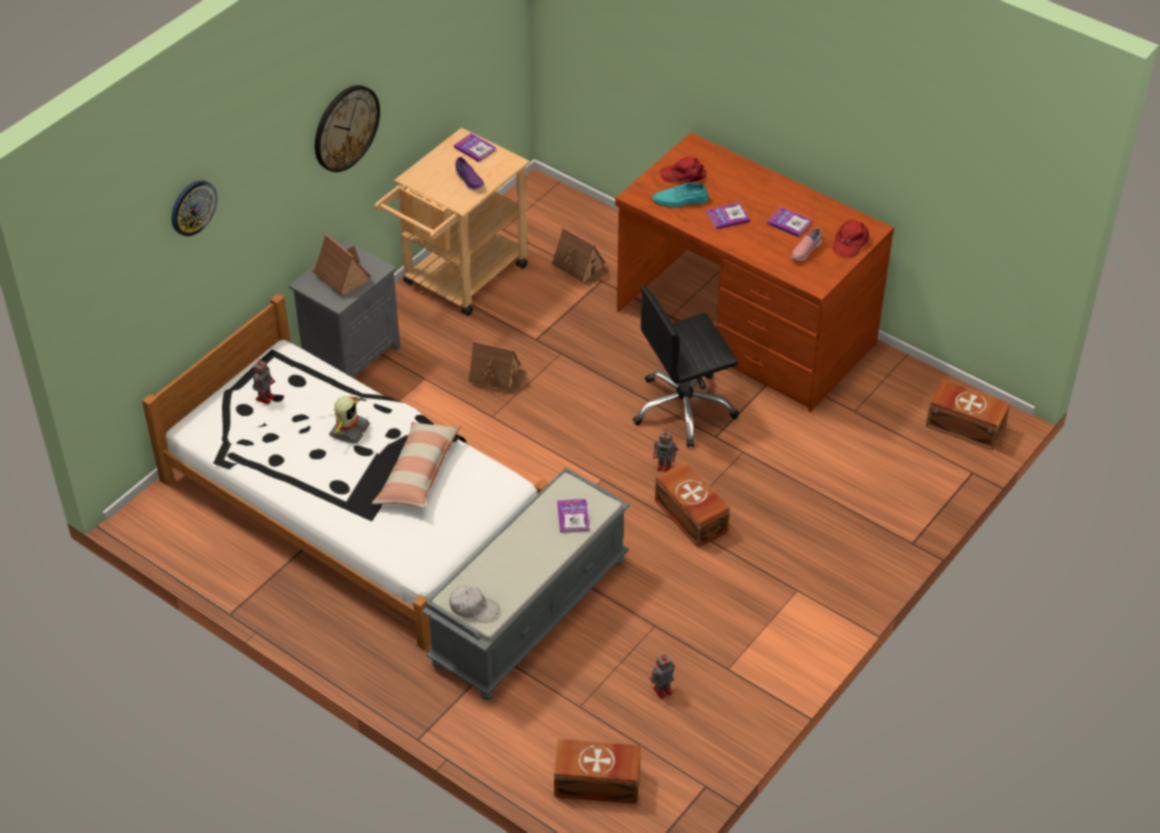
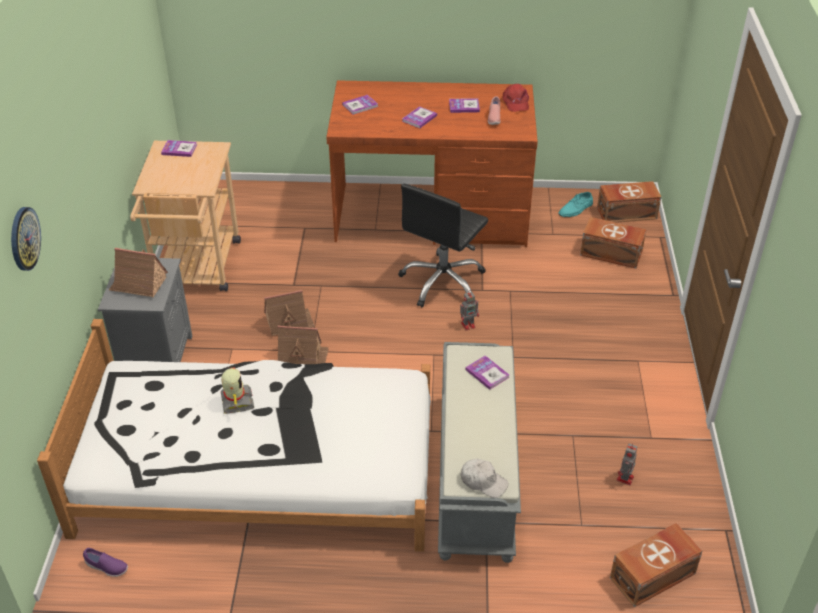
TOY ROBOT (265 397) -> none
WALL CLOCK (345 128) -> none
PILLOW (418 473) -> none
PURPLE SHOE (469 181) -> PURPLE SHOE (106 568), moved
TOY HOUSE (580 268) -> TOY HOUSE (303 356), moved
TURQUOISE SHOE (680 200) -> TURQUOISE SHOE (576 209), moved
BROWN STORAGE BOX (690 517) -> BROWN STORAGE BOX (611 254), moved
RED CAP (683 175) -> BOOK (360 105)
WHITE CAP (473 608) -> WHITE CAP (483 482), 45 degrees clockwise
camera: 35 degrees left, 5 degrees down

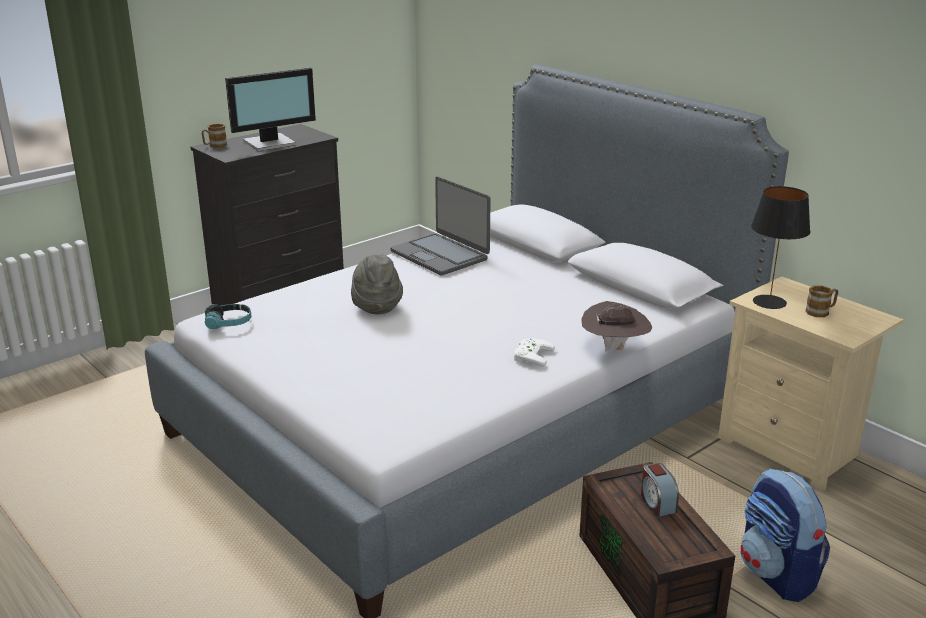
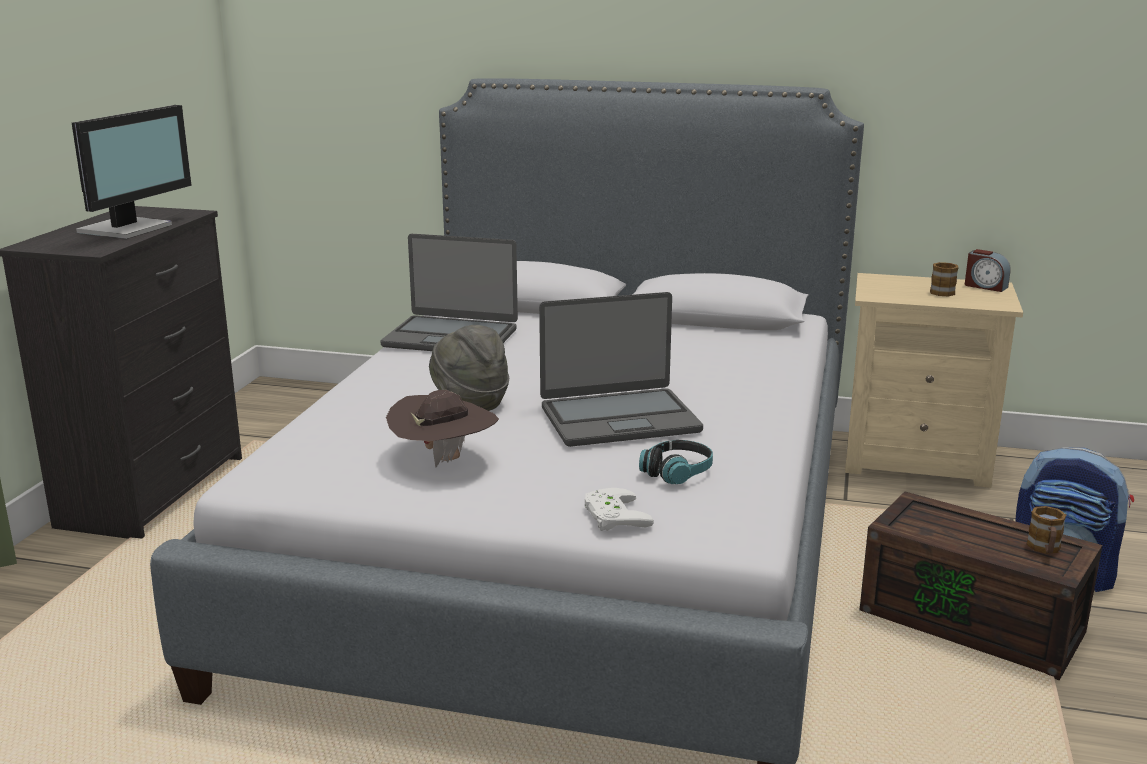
BLACK TABLE LAMP (770 302) -> none
none -> LAPTOP (619 419)
MUG (214 145) -> MUG (1044 549), moved
HEADPHONES (229 323) -> HEADPHONES (677 472), moved
WHITE GAME CONTROLLER (530 355) -> WHITE GAME CONTROLLER (611 516), moved
BROWN HAT (614 348) -> BROWN HAT (444 460), moved
ALARM CLOCK (657 503) -> ALARM CLOCK (985 286), moved
camera: 35 degrees left, 5 degrees down

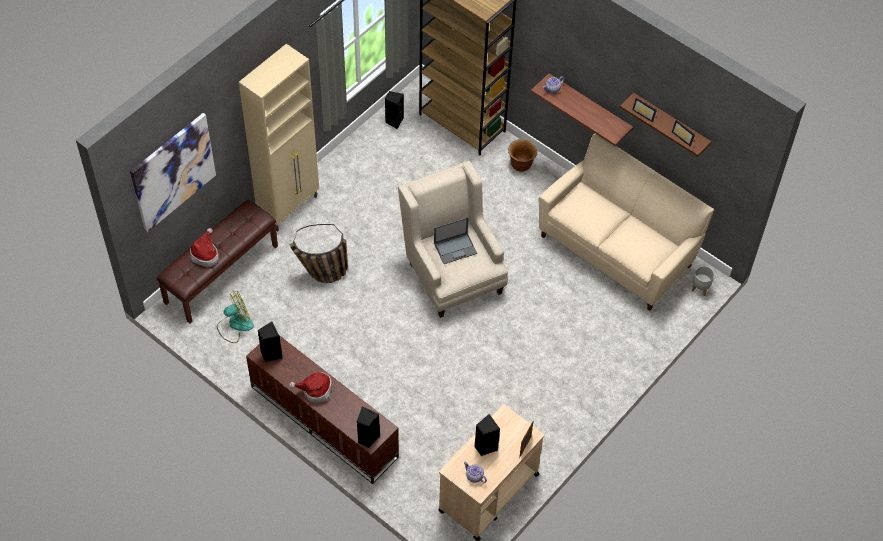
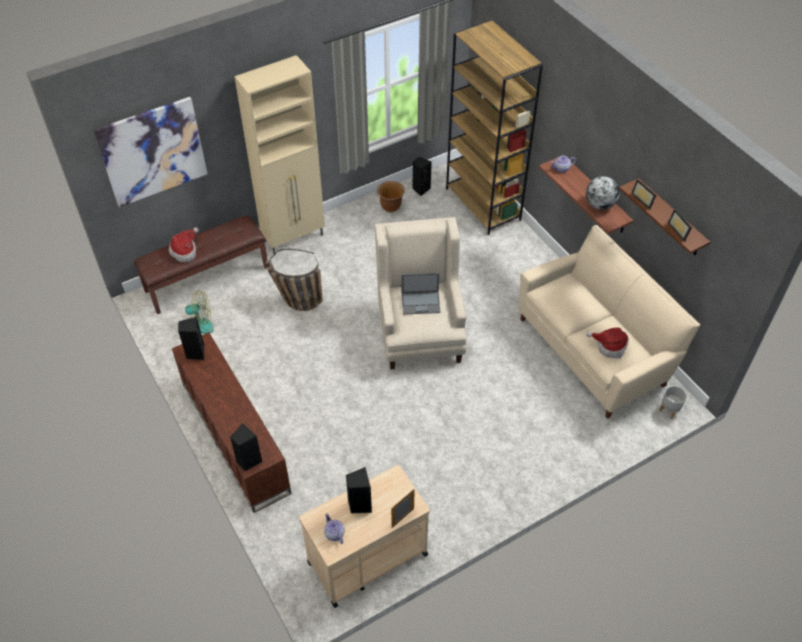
none -> GLOBE (599 205)
HAT (315 390) -> HAT (609 346), moved
BROWN PLANTER (521 165) -> BROWN PLANTER (390 206), moved
camera: 20 degrees right, 5 degrees down

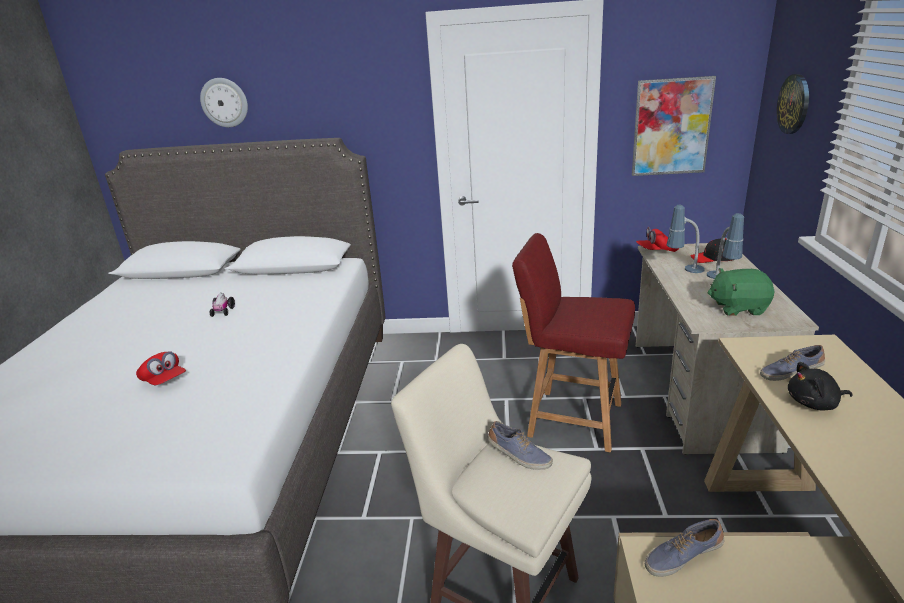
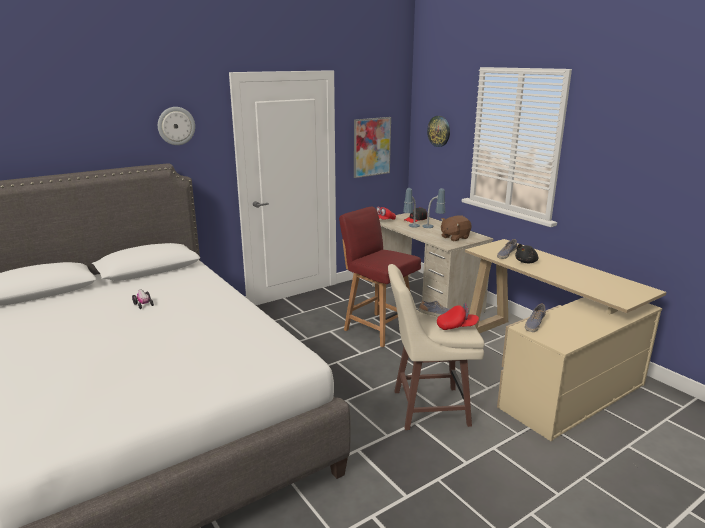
RED CAP (164 381) -> RED CAP (457 327), moved
WALL CLOCK (224 102) -> WALL CLOCK (176 126), moved
GREEN PLUSH TOY (738 307) -> BROWN PLUSH TOY (454 237)
RED CHAIR (572 419) -> RED CHAIR (378 329), 60 degrees clockwise
camera: 40 degrees left, 5 degrees down

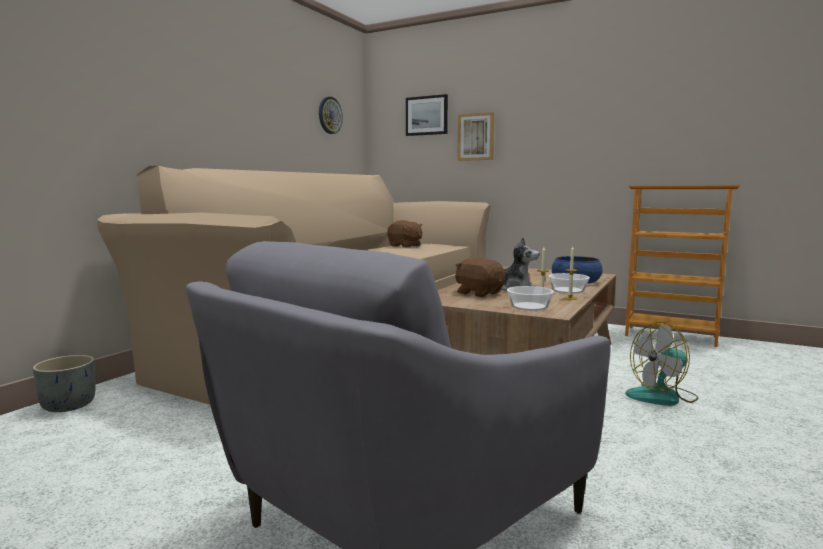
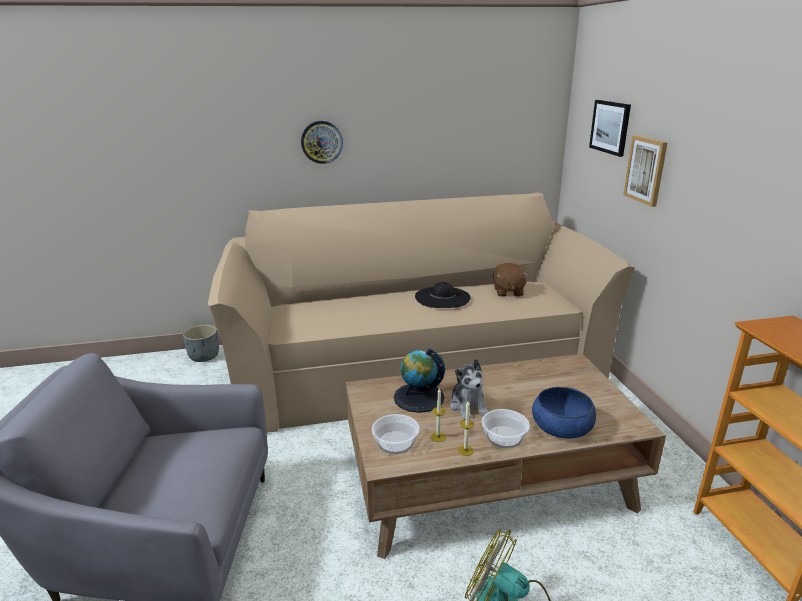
none -> BLACK HAT (442 297)
WALL CLOCK (329 115) -> WALL CLOCK (321 142), moved
BROWN PLUSH TOY (479 293) -> GLOBE (419 397)
camera: 50 degrees right, 15 degrees up

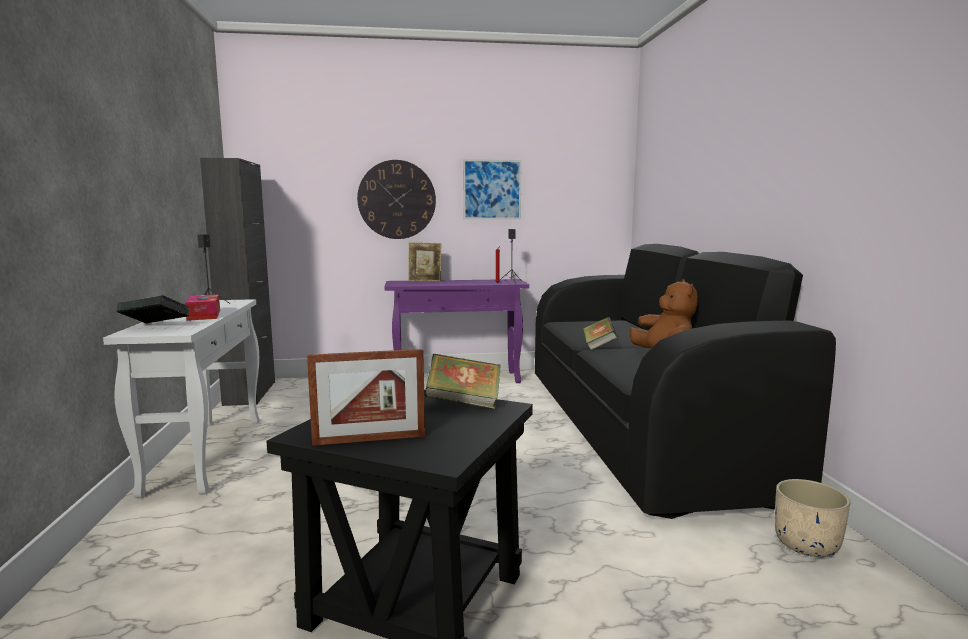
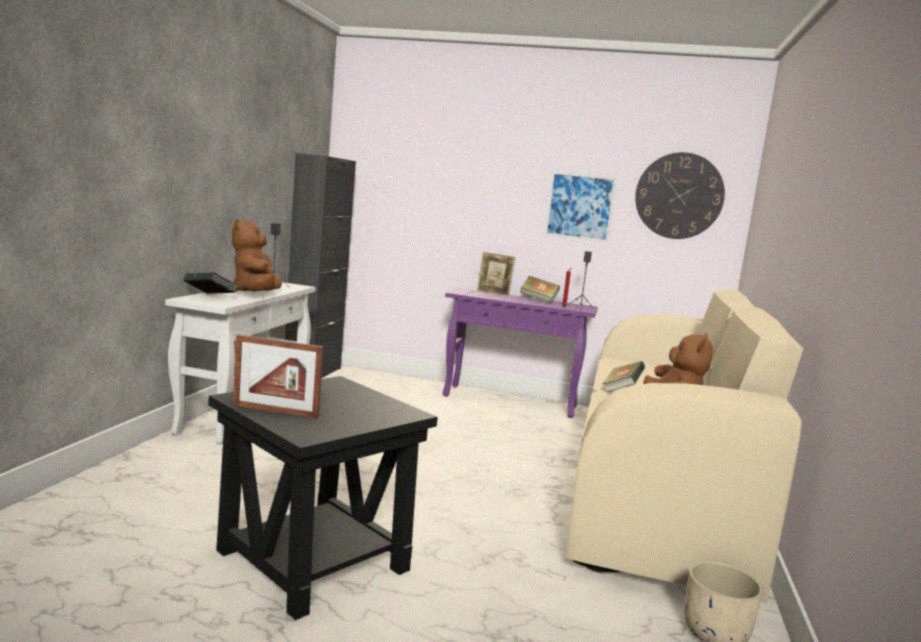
WALL CLOCK (396 199) -> WALL CLOCK (679 196), moved
BOOK (464 403) -> BOOK (538 300), moved
TISSUE BOX (204 315) -> BROWN PLUSH TOY (256 294)
BLACK SOFA (637 427) -> BEIGE SOFA (655 487)
camera: 20 degrees right, 0 degrees up

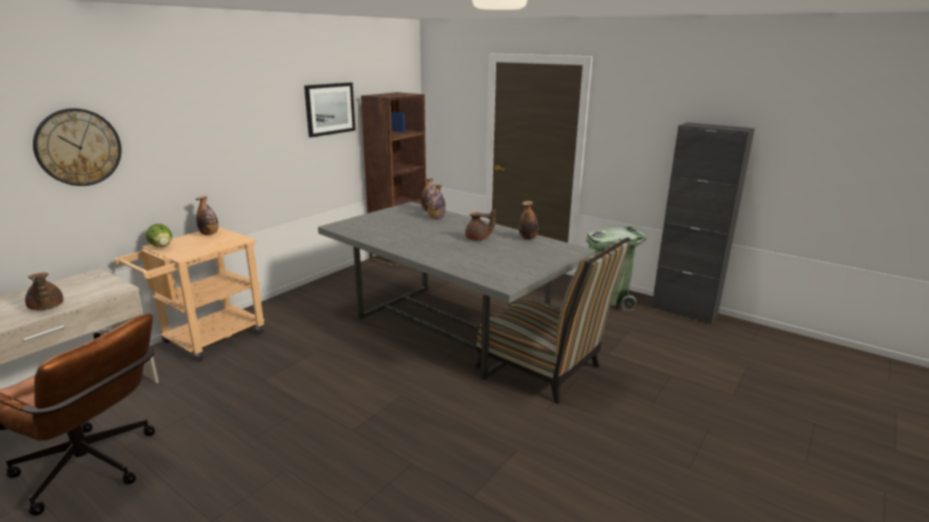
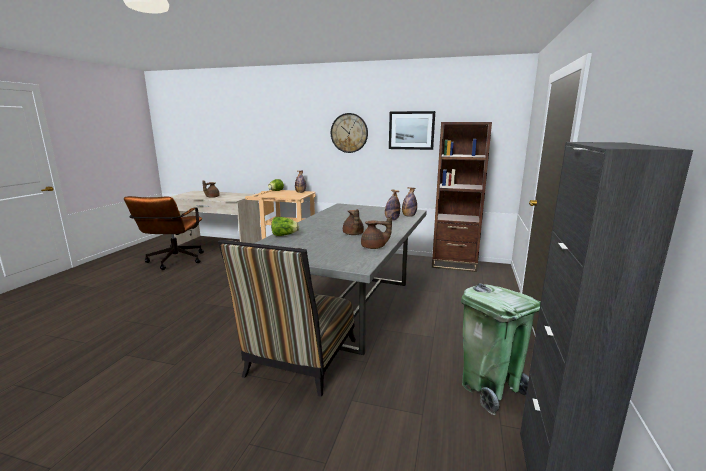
none -> LETTUCE (284 235)
WALL CLOCK (78 147) -> WALL CLOCK (349 133), moved
BOTTLE (528 238) -> BROWN TEAPOT (374 247)
camera: 70 degrees right, 5 degrees down

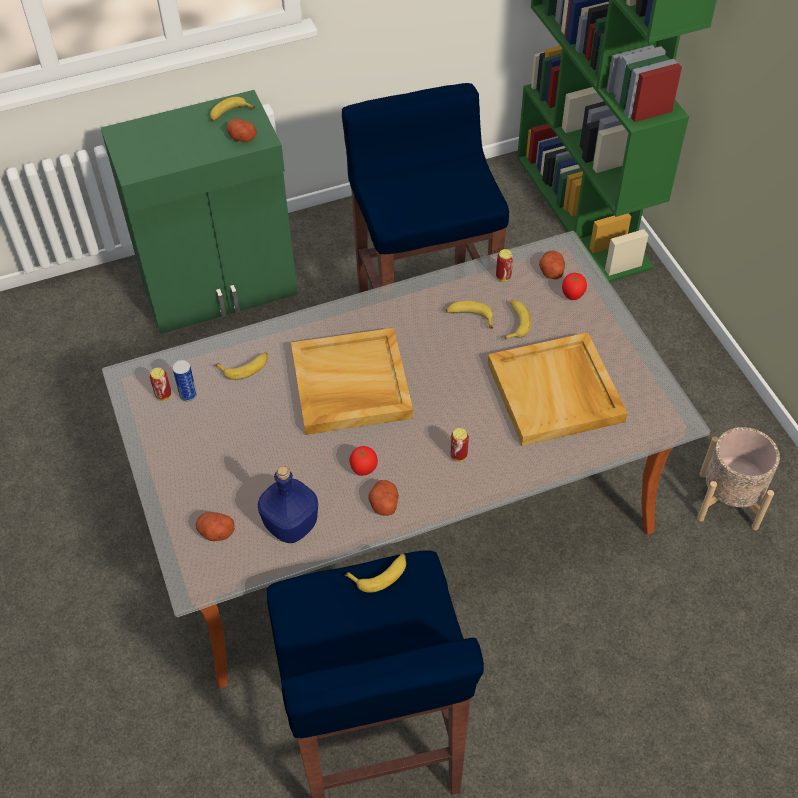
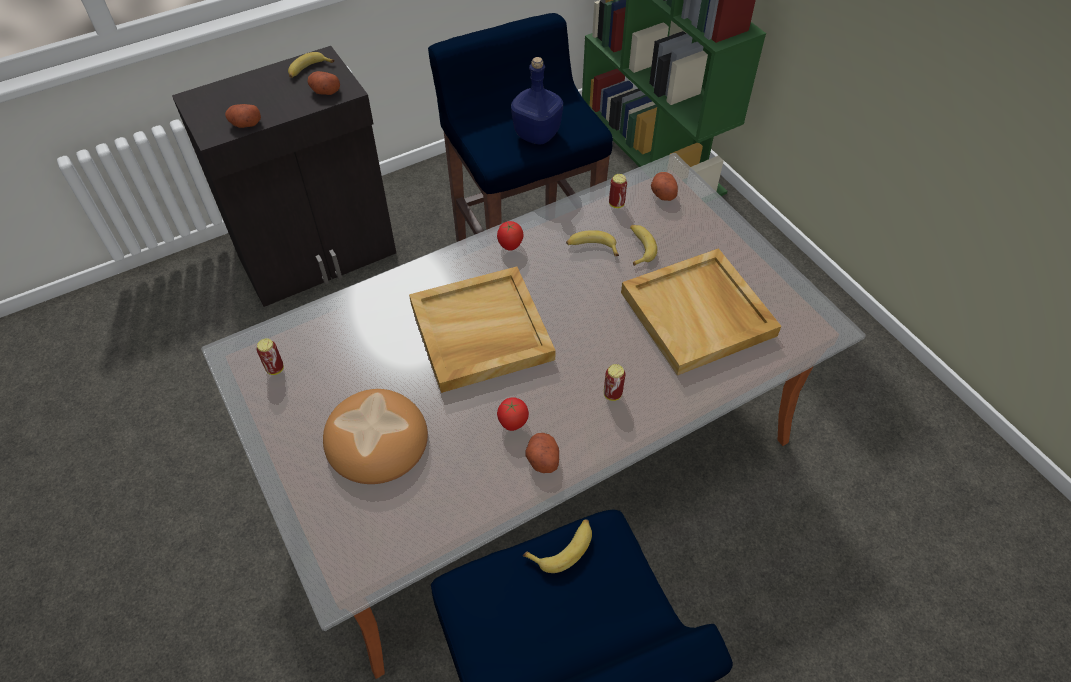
CAN (188 395) -> none
BANANA (245 367) -> none
BEIGE PLANTER (727 500) -> none
none -> BREAD (377 440)
POTATO (215 532) -> POTATO (245 124), moved
BLUE BOTTLE (292 526) -> BLUE BOTTLE (538 135), moved
TOMATO (572 296) -> TOMATO (510 246), moved
GREEN CABINET (221 289) -> BLACK CABINET (319 256)
camera: 10 degrees left, 0 degrees up

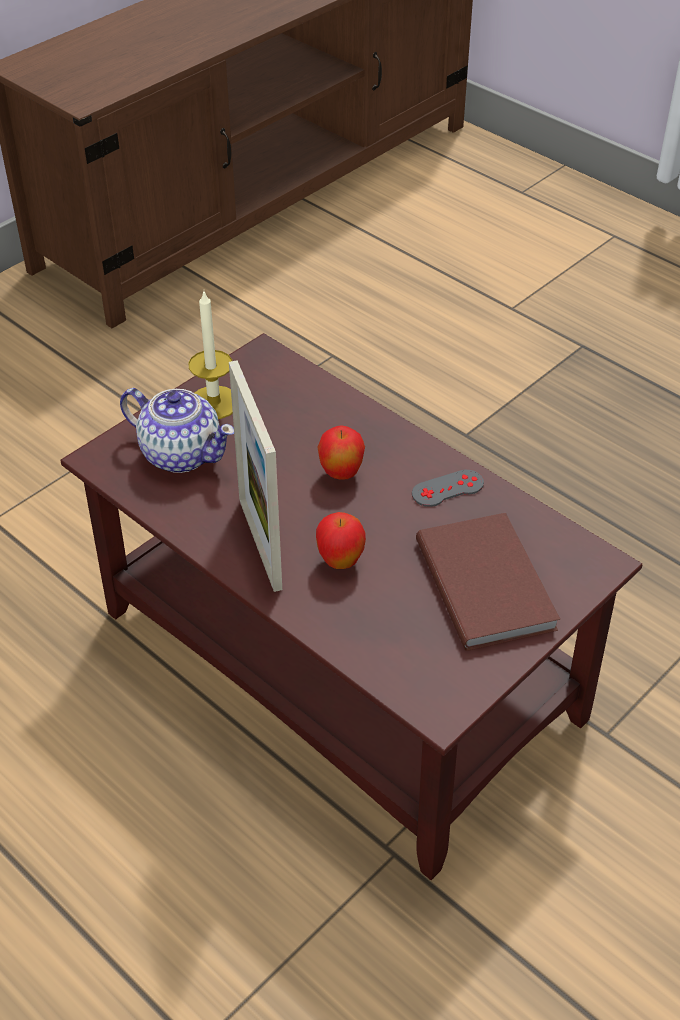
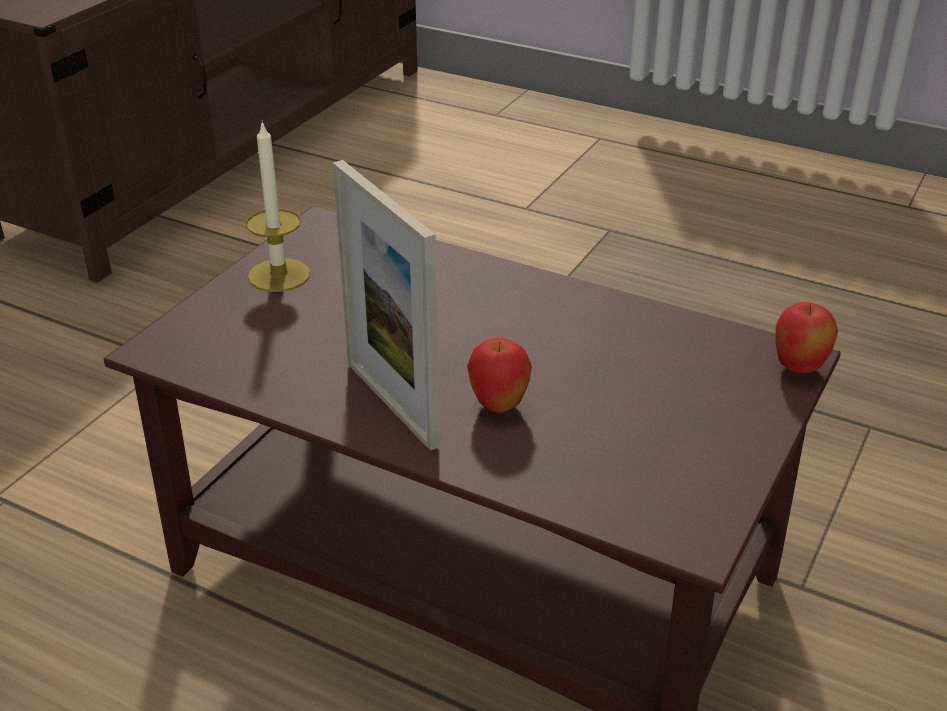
TEAPOT (180 453) -> none
GREY GAME CONTROLLER (447 488) -> none
BROWN BOOK (487 582) -> none
APPLE (341 474) -> APPLE (798 368), moved
camera: 15 degrees left, 10 degrees down

